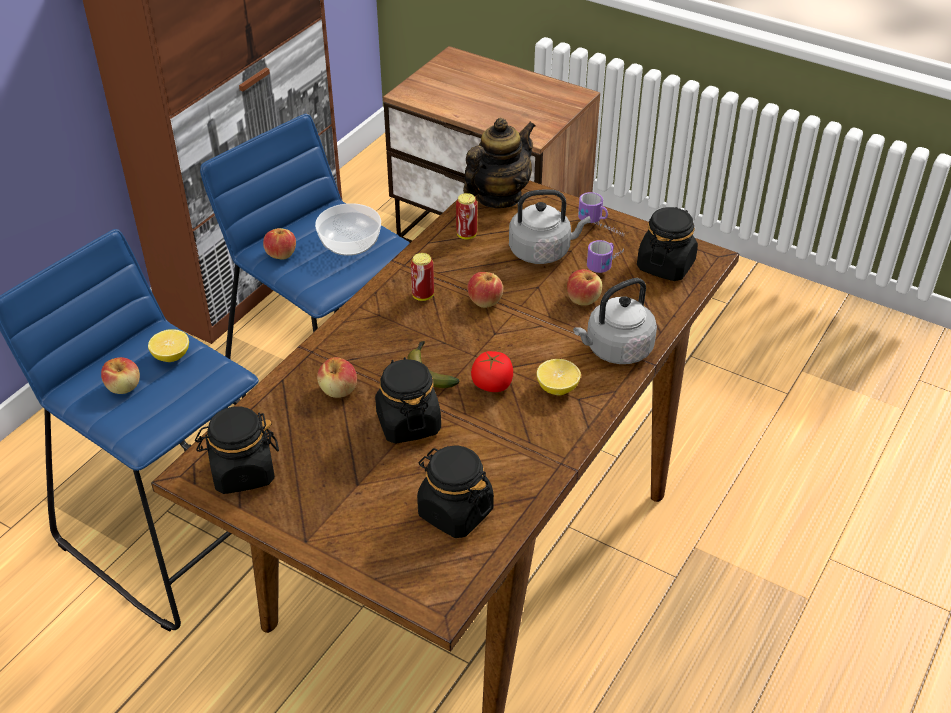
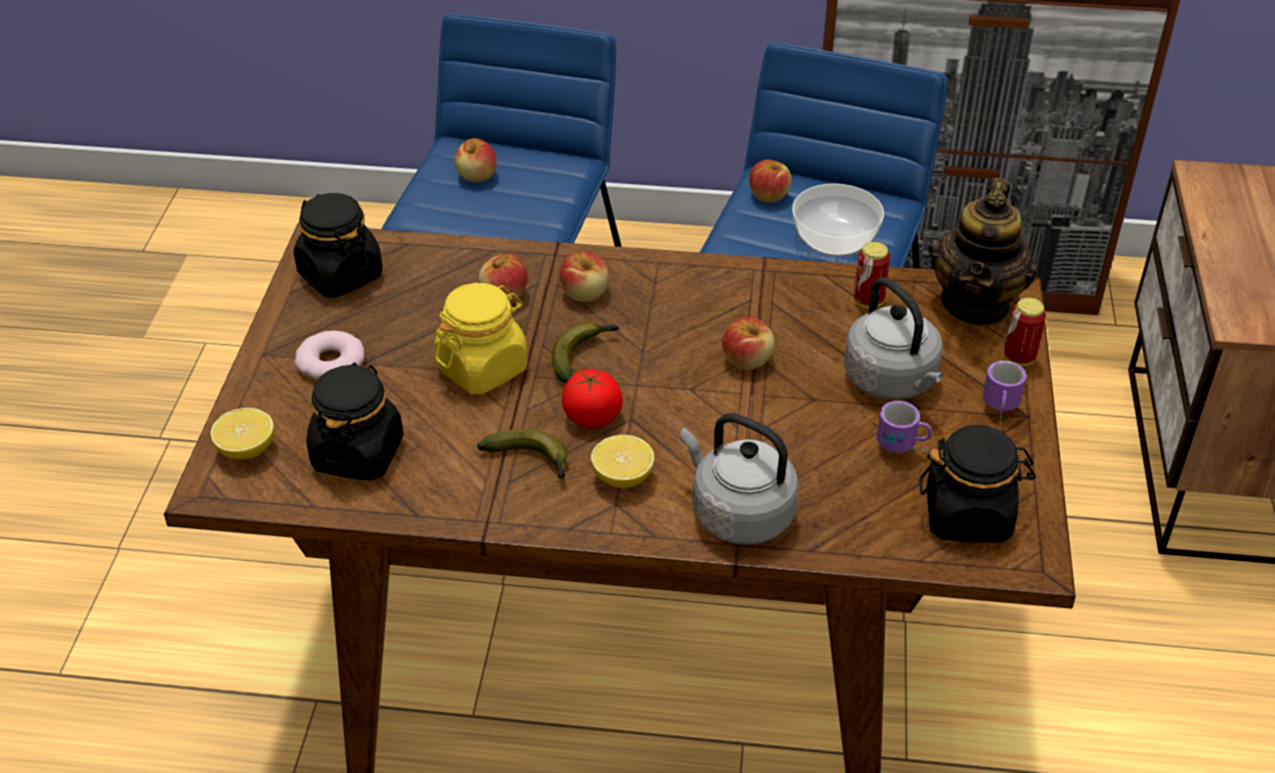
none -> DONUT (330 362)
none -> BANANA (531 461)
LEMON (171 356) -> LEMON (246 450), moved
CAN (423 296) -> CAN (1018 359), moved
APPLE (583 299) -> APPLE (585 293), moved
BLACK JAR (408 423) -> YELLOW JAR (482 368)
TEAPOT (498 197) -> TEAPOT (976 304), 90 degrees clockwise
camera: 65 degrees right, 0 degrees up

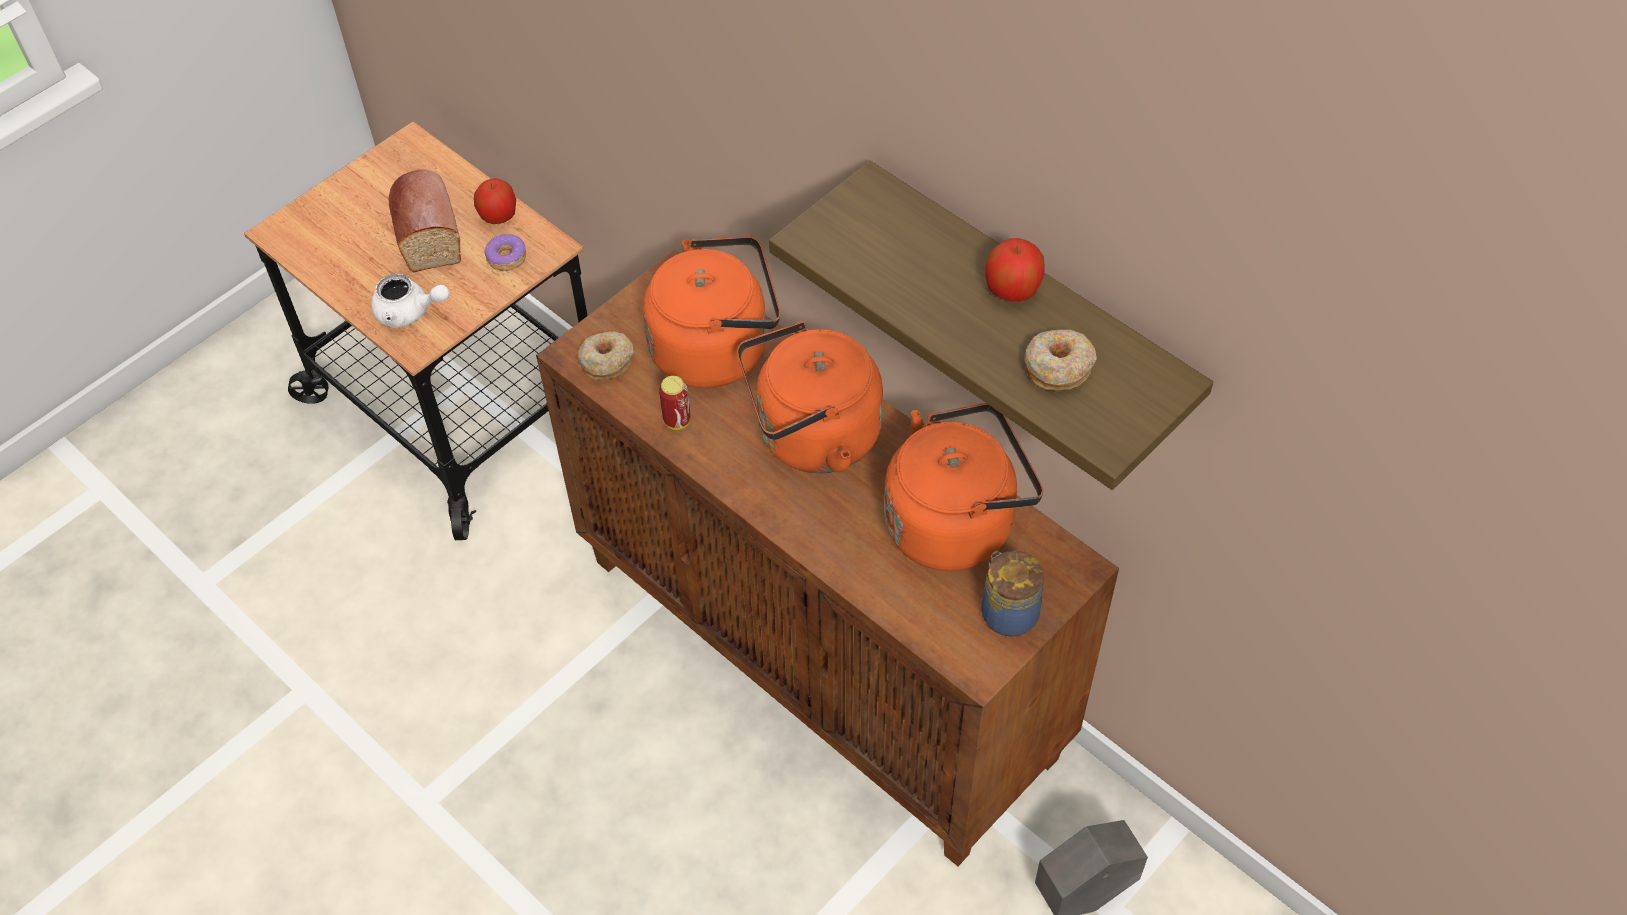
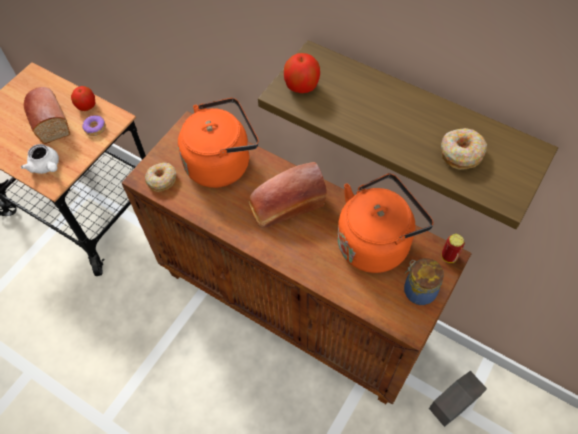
CAN (677 421) -> CAN (449 256), moved
APPLE (1012 290) -> APPLE (301 86), moved
ORANGE KETTLE (811 438) -> BREAD (285 205)
WHITE TEAPOT (409 312) -> WHITE TEAPOT (46 166), 45 degrees clockwise
camera: 10 degrees left, 5 degrees up

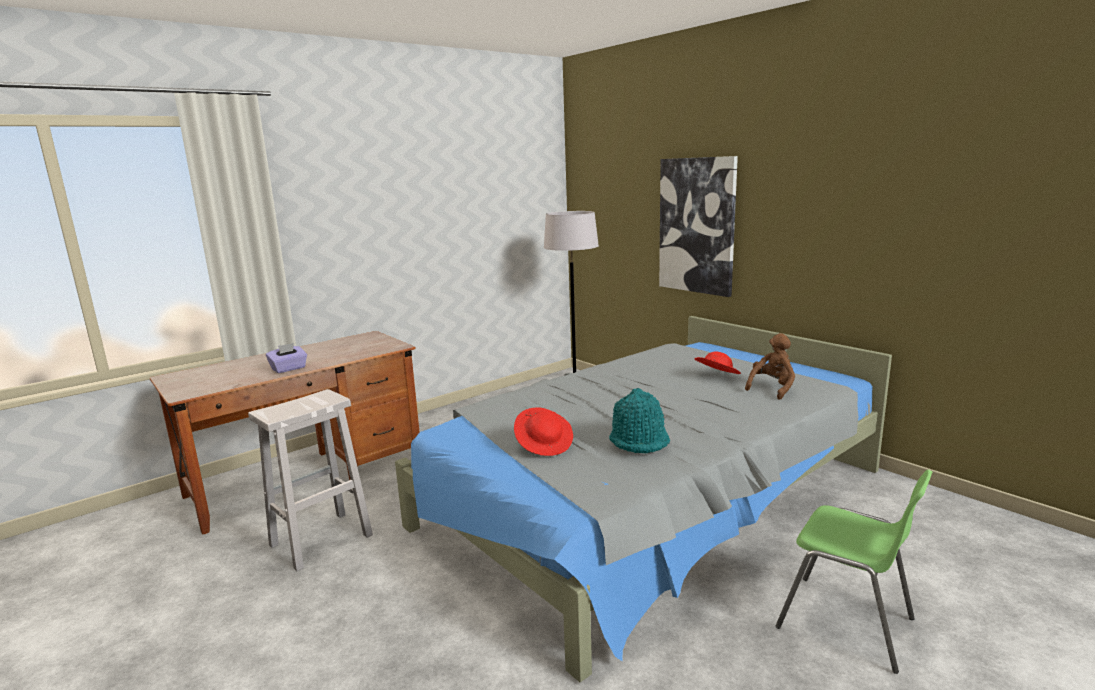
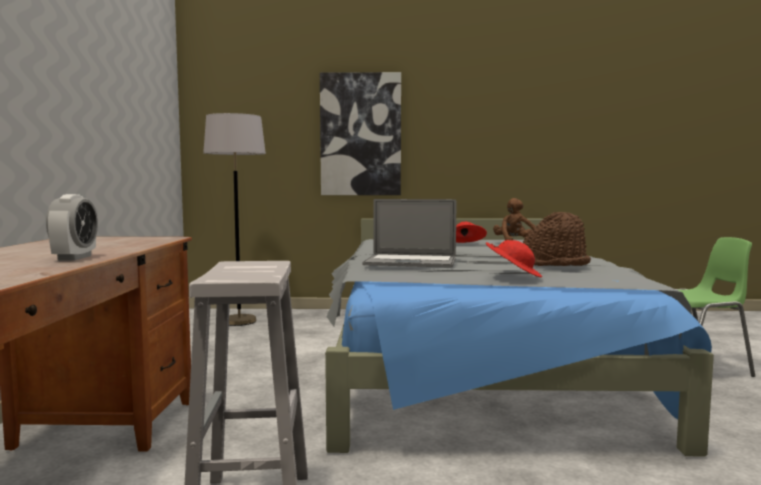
none -> LAPTOP (410 262)
PURPLE TISSUE BOX (289 369) -> ALARM CLOCK (74 258)
TURQUOISE HAT (639 440) -> BROWN HAT (555 263)
camera: 50 degrees left, 10 degrees down

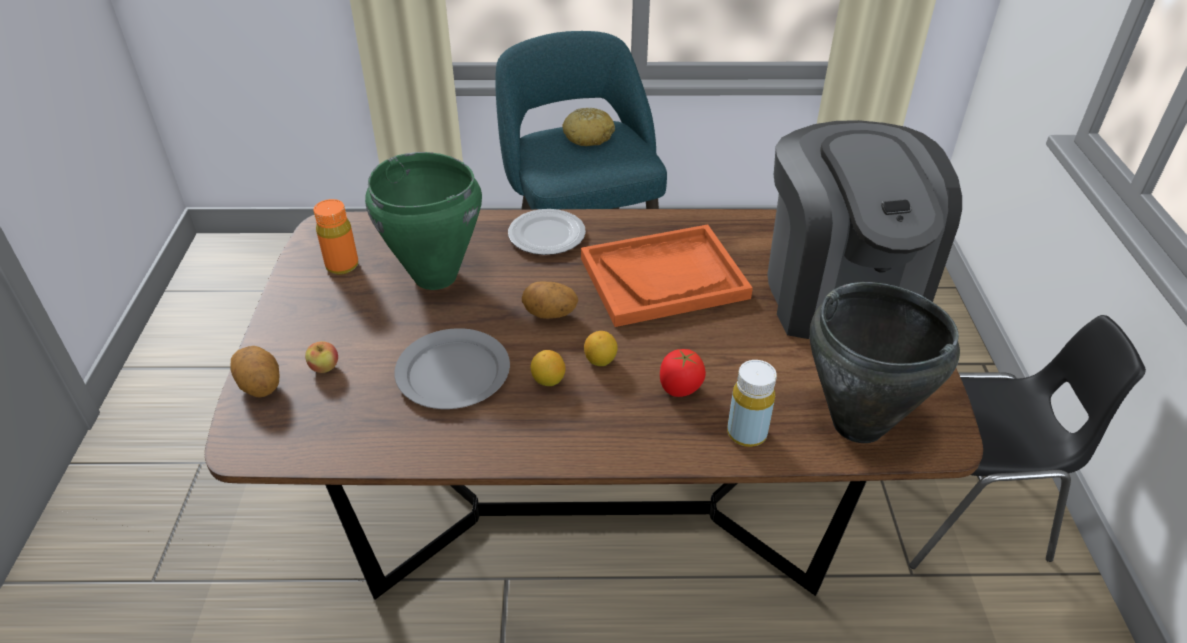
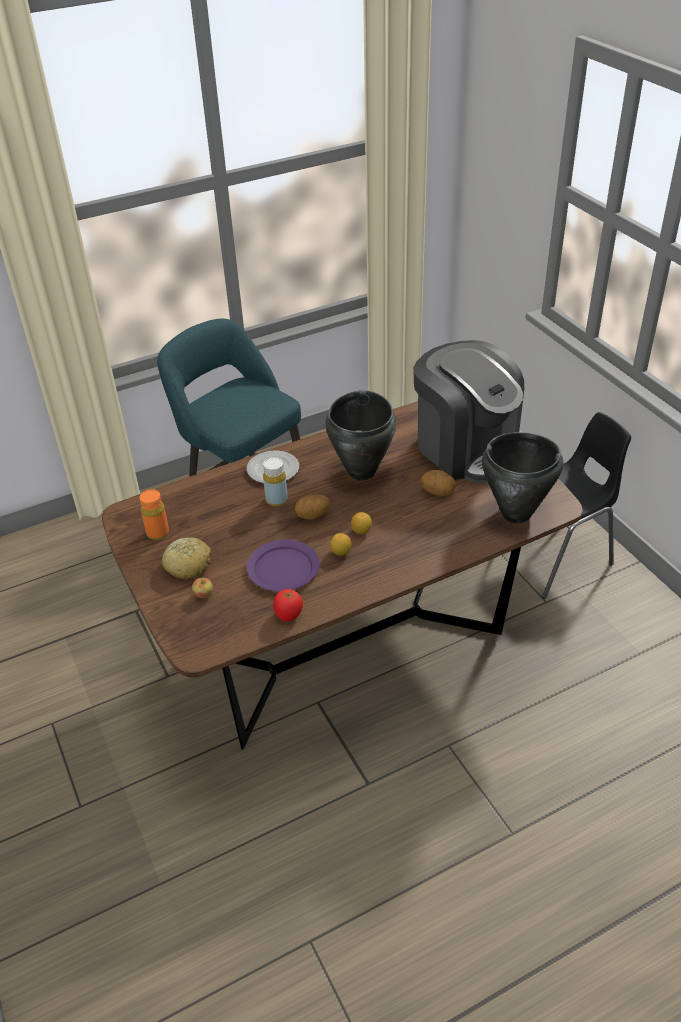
GREEN COOKING POT (435 277) -> none
POTATO (261 386) -> POTATO (438 492), moved
BREAD (588 136) -> BREAD (188 565), moved
TOMATO (680 388) -> TOMATO (288 615), moved
YELLOW BOTTLE (746 433) -> YELLOW BOTTLE (276 500), moved
ORANGE TRAY (664 278) -> BLACK COOKING POT (362 471)
GREY PLATE (453 372) -> PURPLE PLATE (283 568)
camera: 25 degrees left, 0 degrees up

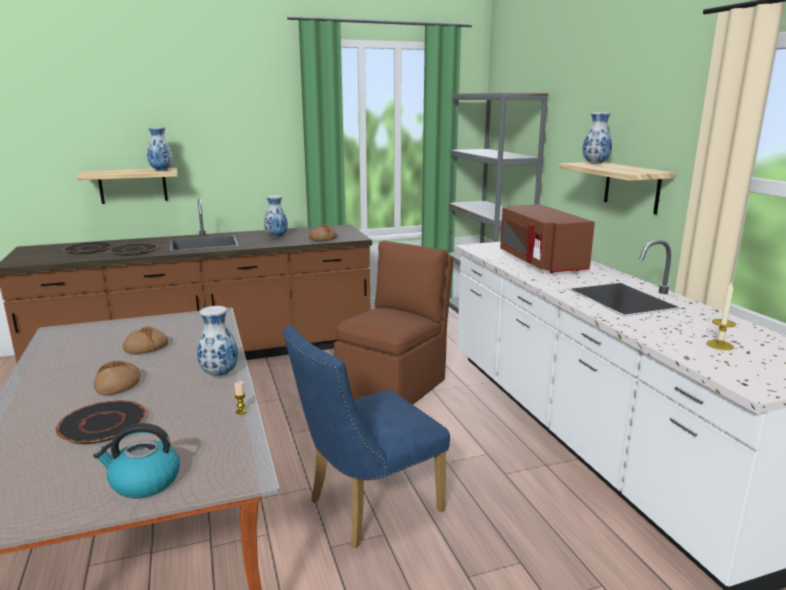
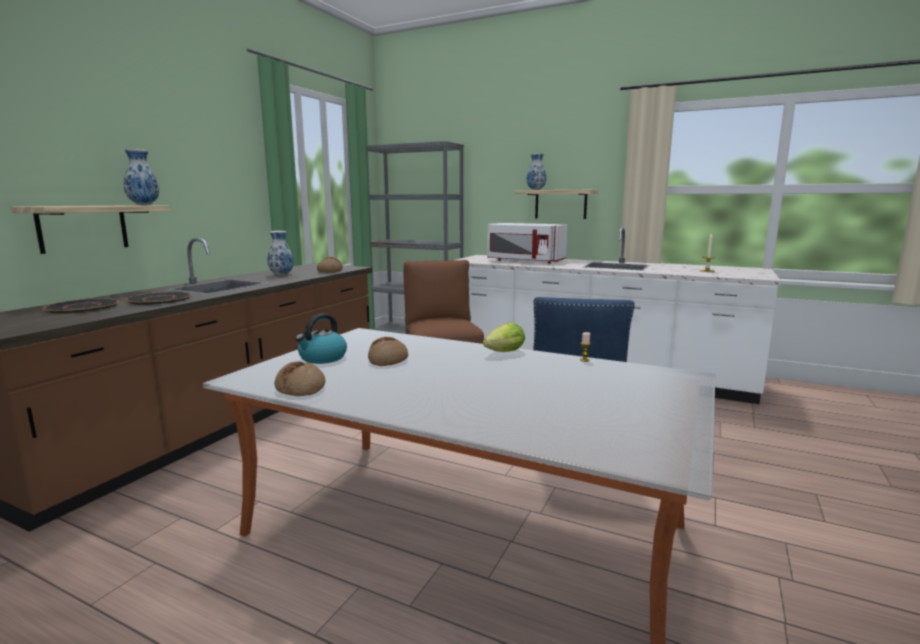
BLACK PLATE (103 423) -> none
KETTLE (144 482) -> KETTLE (322 358), moved
BREAD (118 385) -> BREAD (301 388), moved
VASE (220 374) -> LETTUCE (502 353)
BROWN MICROWAVE (539 262) -> WHITE MICROWAVE (524 261)
camera: 45 degrees left, 5 degrees down

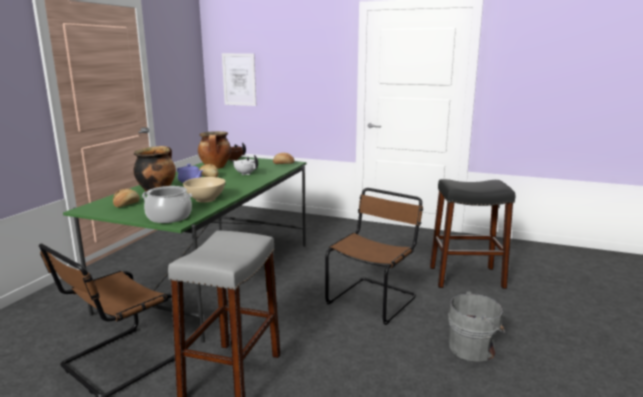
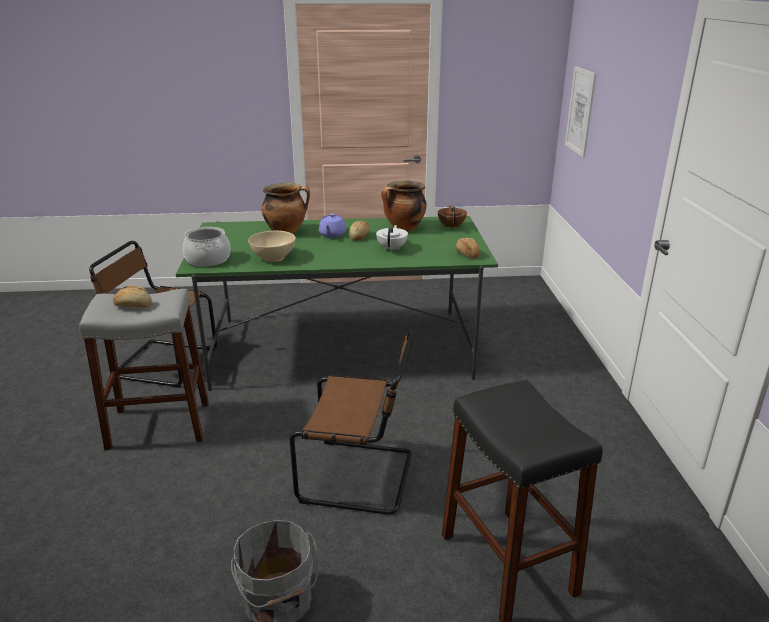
BREAD (126 204) -> BREAD (133 305), moved
camera: 65 degrees right, 10 degrees up

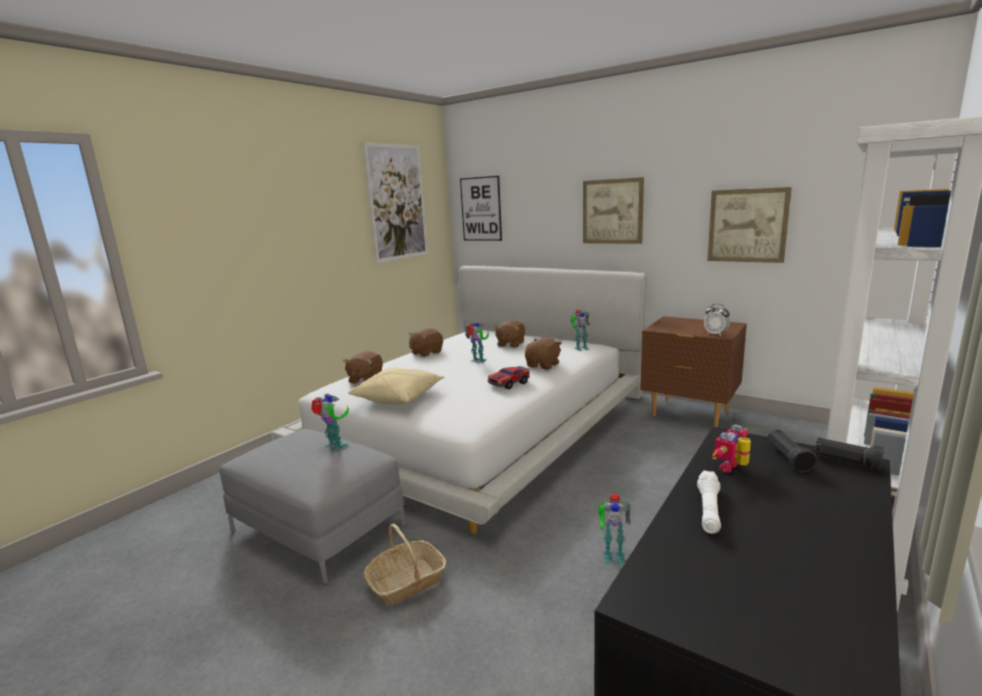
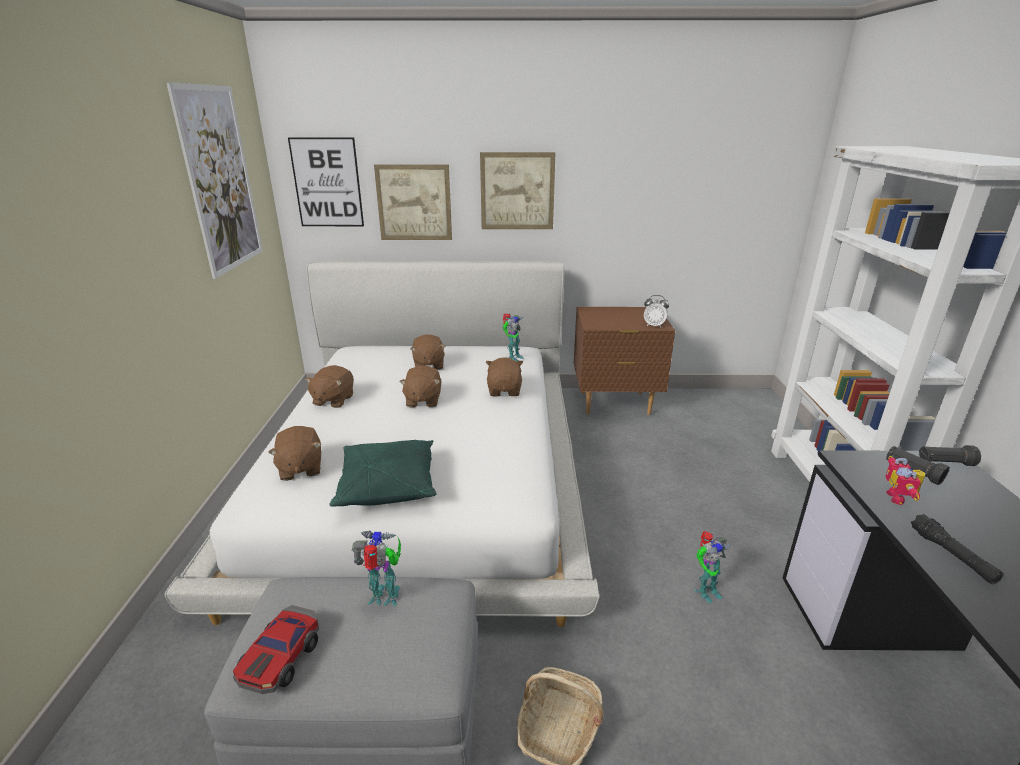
TOY CAR (509 383) -> TOY CAR (281 658), moved
PICTURE (747 225) -> PICTURE (414 203), moved
TOY ROBOT (478 361) -> BROWN PLUSH TOY (422 400)
BEIGE PILLOW (399 397) -> GREEN PILLOW (387 485)
WHITE FLASHLIGHT (709 509) -> BLACK FLASHLIGHT (951 555)
camera: 35 degrees left, 10 degrees up

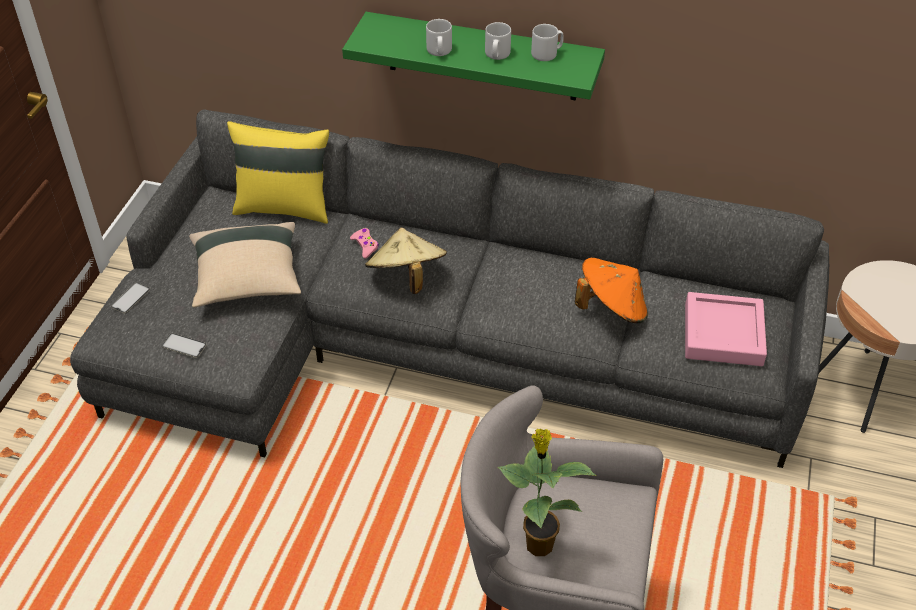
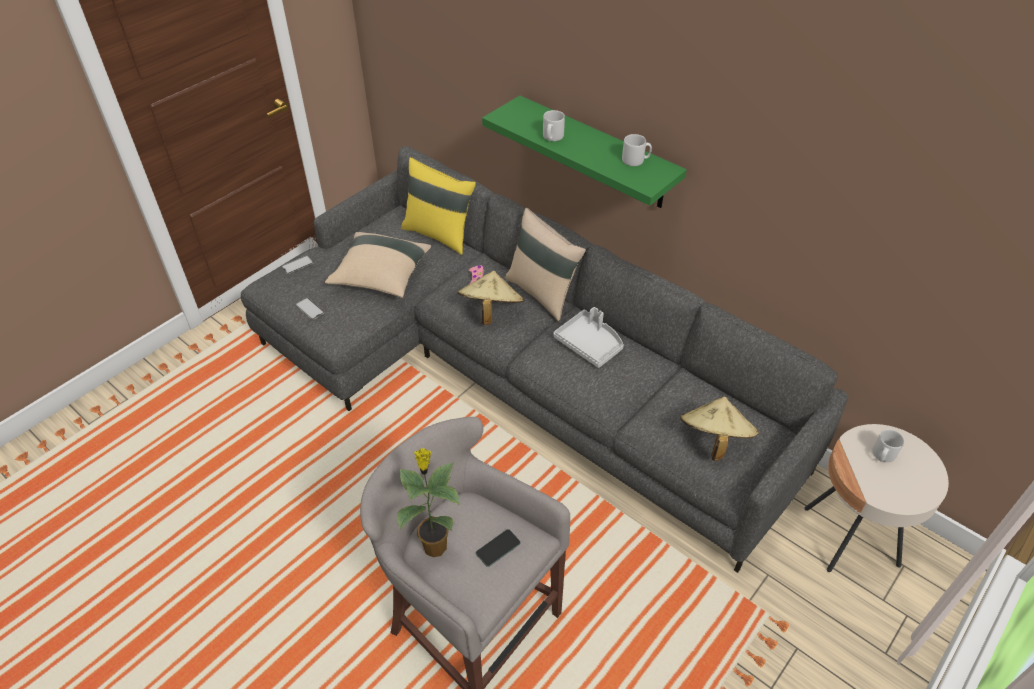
ORANGE HAT (611 308) -> none
none -> PHONE (498 548)
none -> BEIGE PILLOW (542 293)
none -> GREY TRAY (590 344)
GREY MUG (497 55) -> GREY MUG (882 455), moved
PINK TRAY (723 334) -> BEIGE HAT (714 440)
camera: 25 degrees right, 0 degrees up

